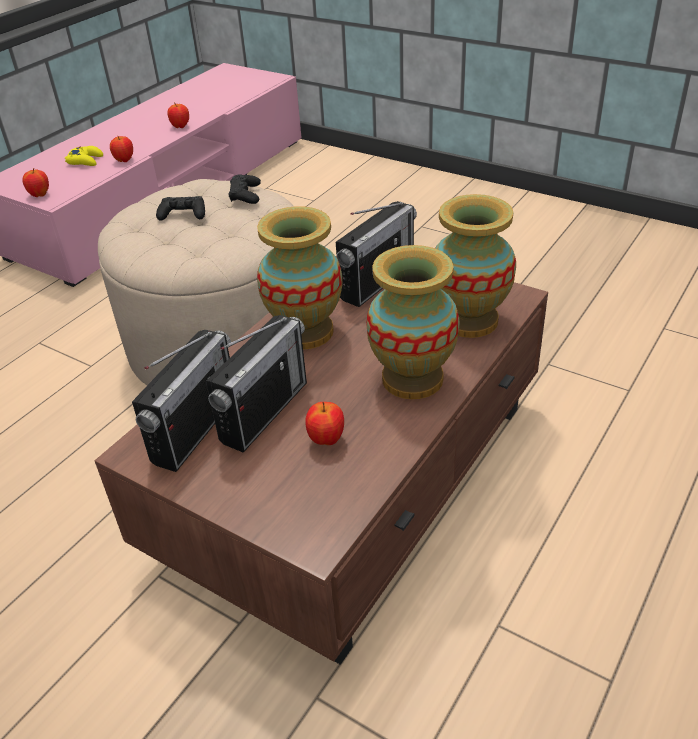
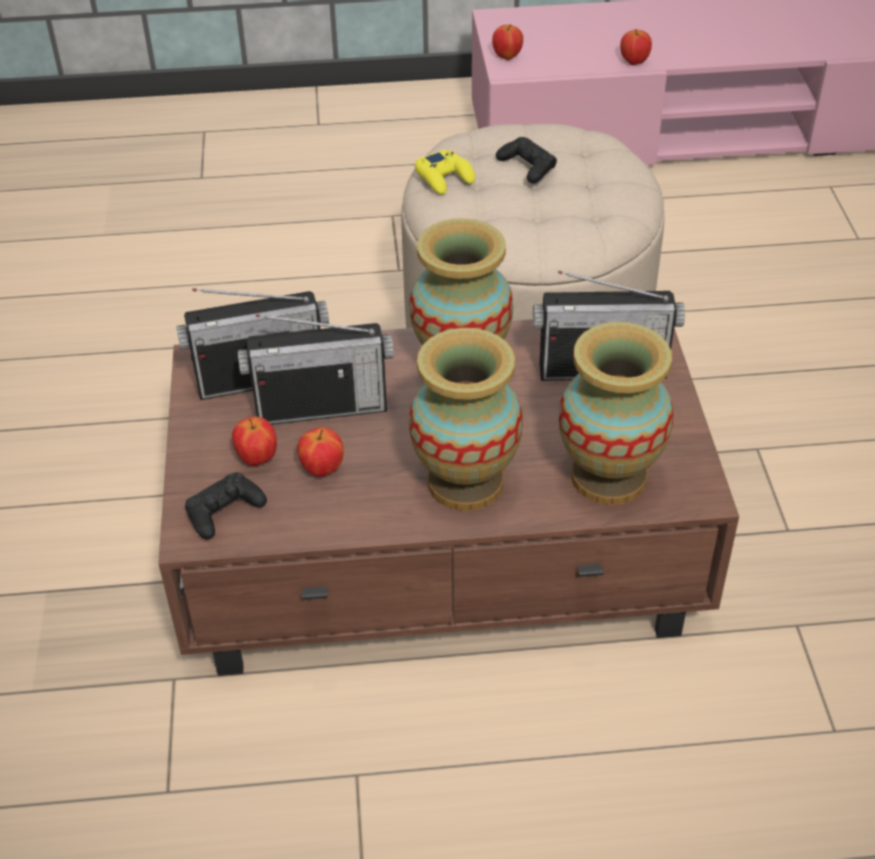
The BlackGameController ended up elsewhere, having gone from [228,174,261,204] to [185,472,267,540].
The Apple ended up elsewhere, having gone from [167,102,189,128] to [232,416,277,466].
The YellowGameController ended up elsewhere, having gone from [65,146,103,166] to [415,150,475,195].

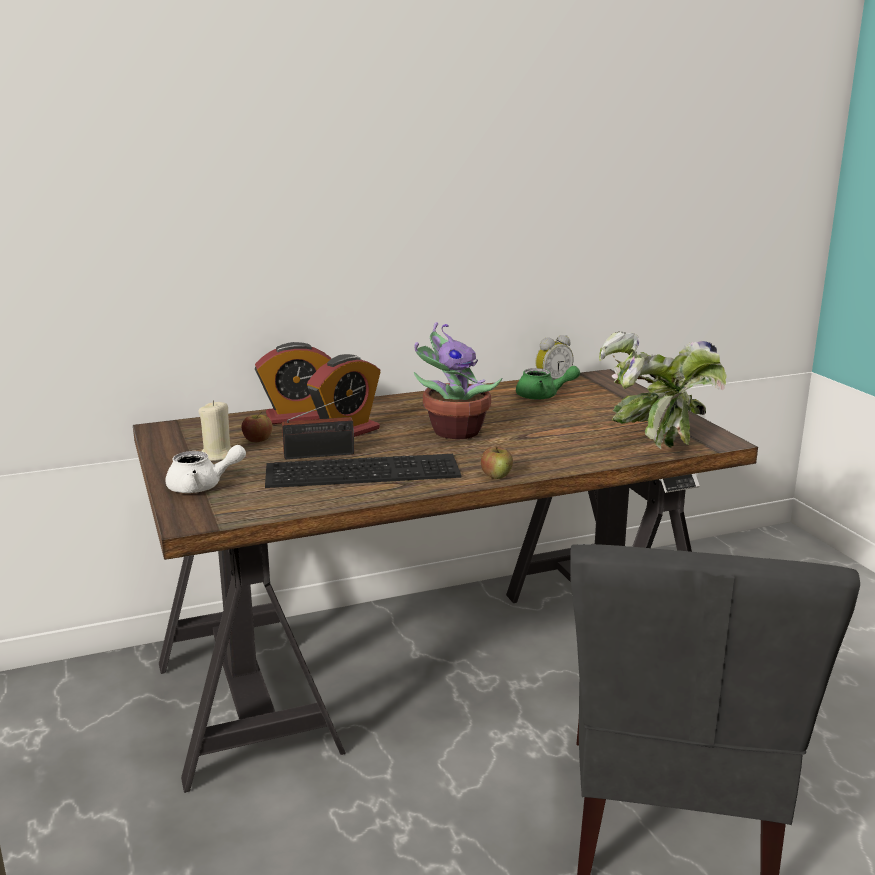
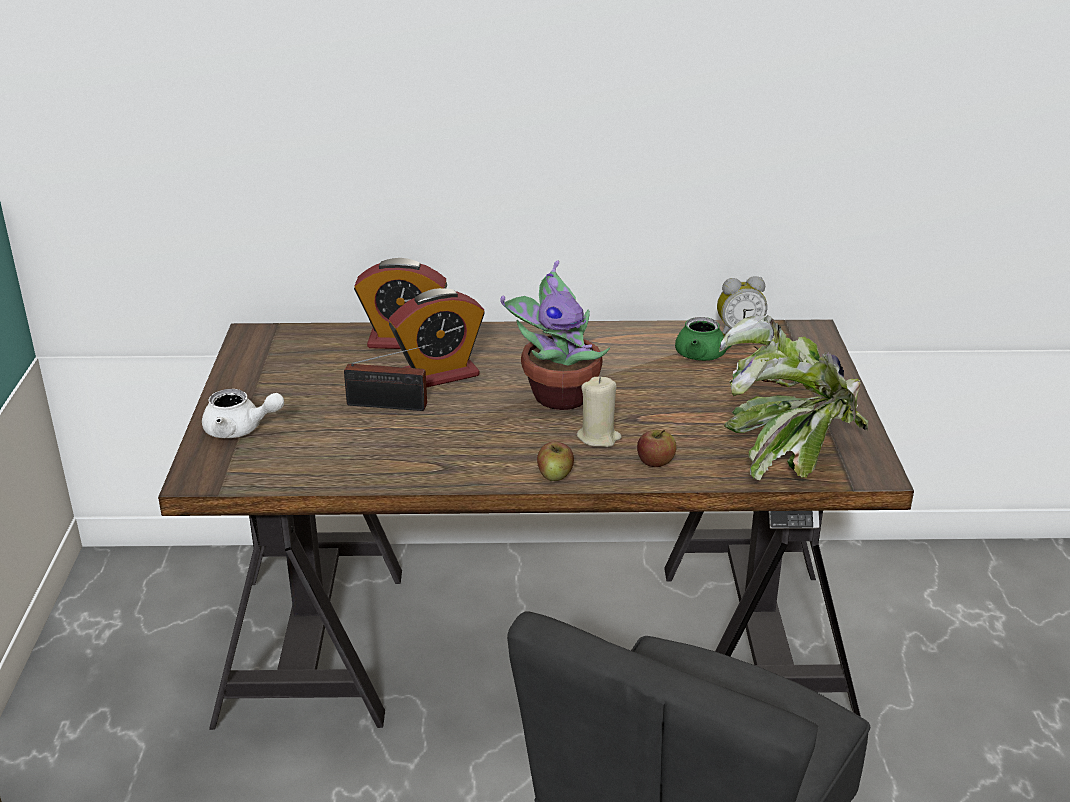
The BeigeCandle ended up elsewhere, having gone from [198,400,231,461] to [577,377,622,447].
The Apple ended up elsewhere, having gone from [242,412,273,442] to [637,430,677,467].
The second view lost the Keyboard at [265,454,461,488].

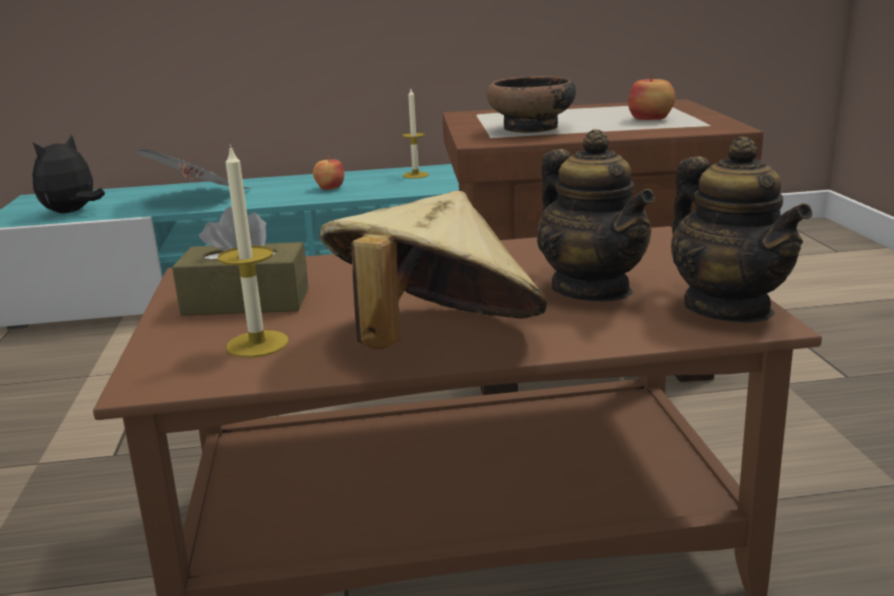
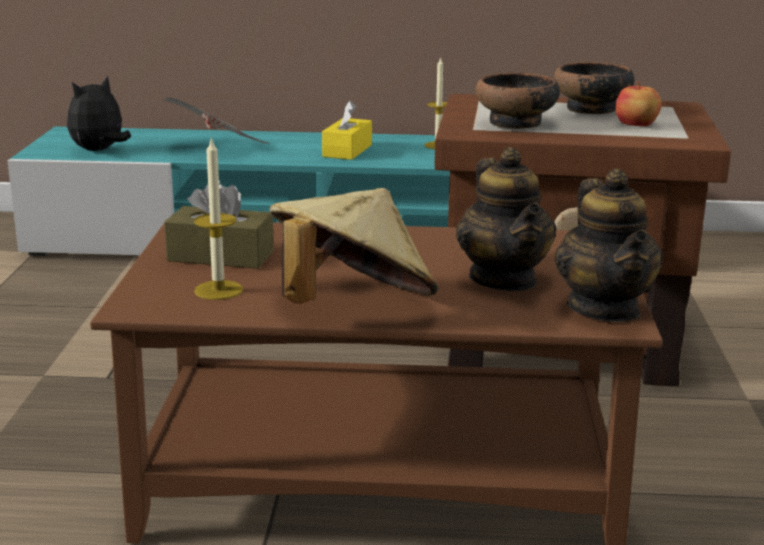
Where the Apple stood at [313,156,344,190], the YellowTissueBox came to stand at [322,101,372,160].
The second view gained the Bowl at [554,62,635,114].

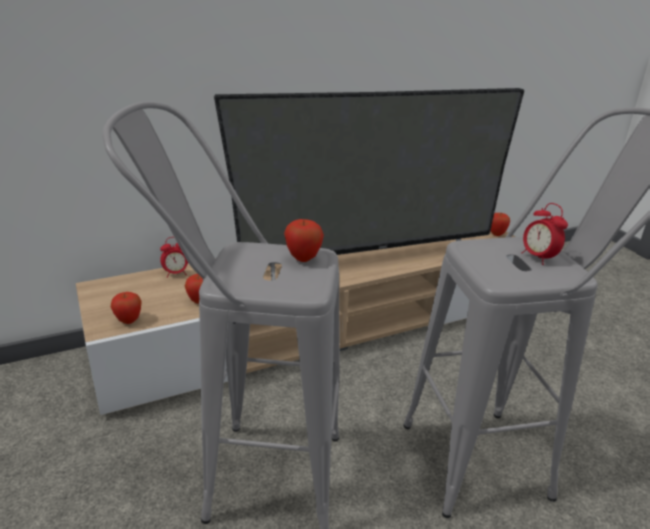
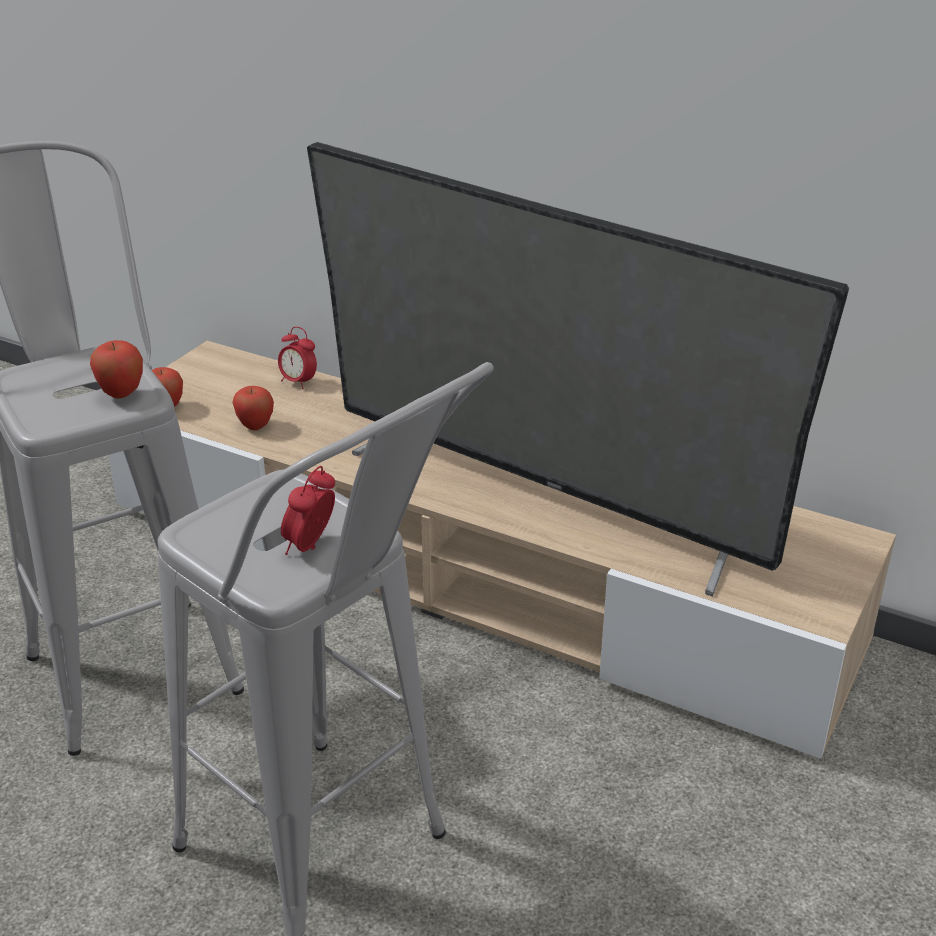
The second view lost the Apple at [490,213,510,236].

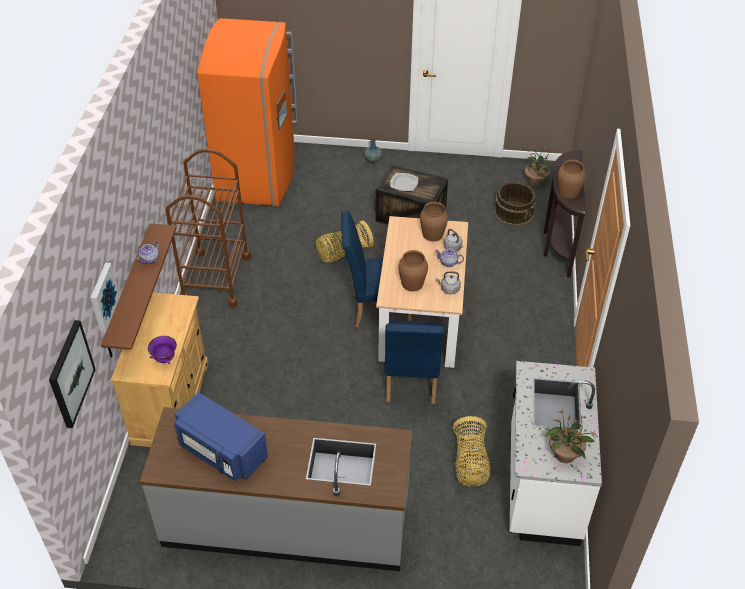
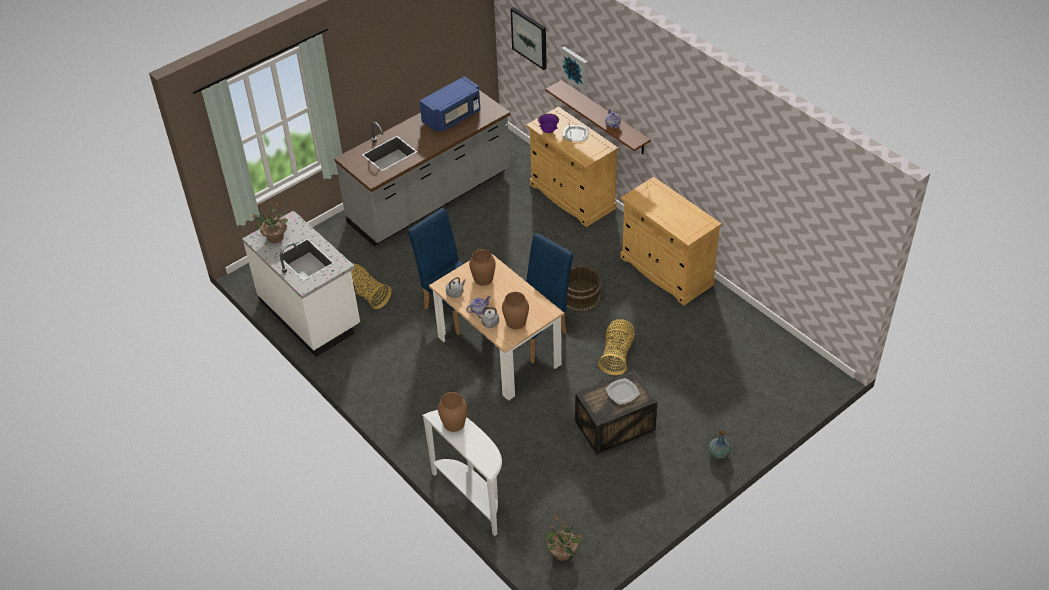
The BlueMicrowave at [174,392,268,482] ended up facing another way, 150 degrees clockwise from before.
What was the BrownConsoleTable at [544,150,585,277] turned into the WhiteConsoleTable at [422,410,502,536].
The second view gained the Plate at [563,125,589,142].
The BrownBucket ended up elsewhere, having gone from [494,182,536,226] to [567,266,601,311].
Where the BrownCart stood at [165,149,251,308], the BeigeCabinet came to stand at [620,177,722,305].
The second view lost the OrangeFridge at [197,18,298,206].

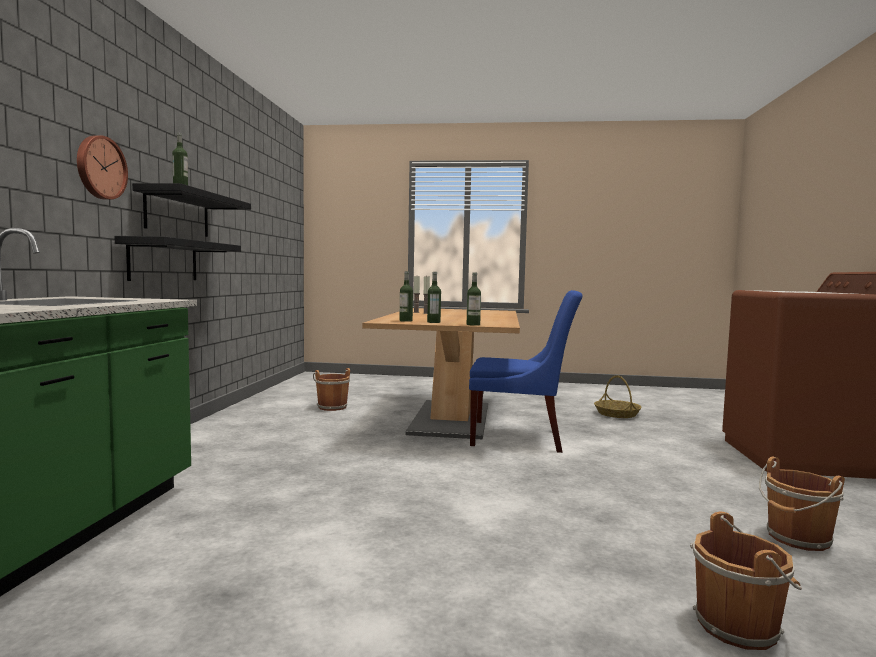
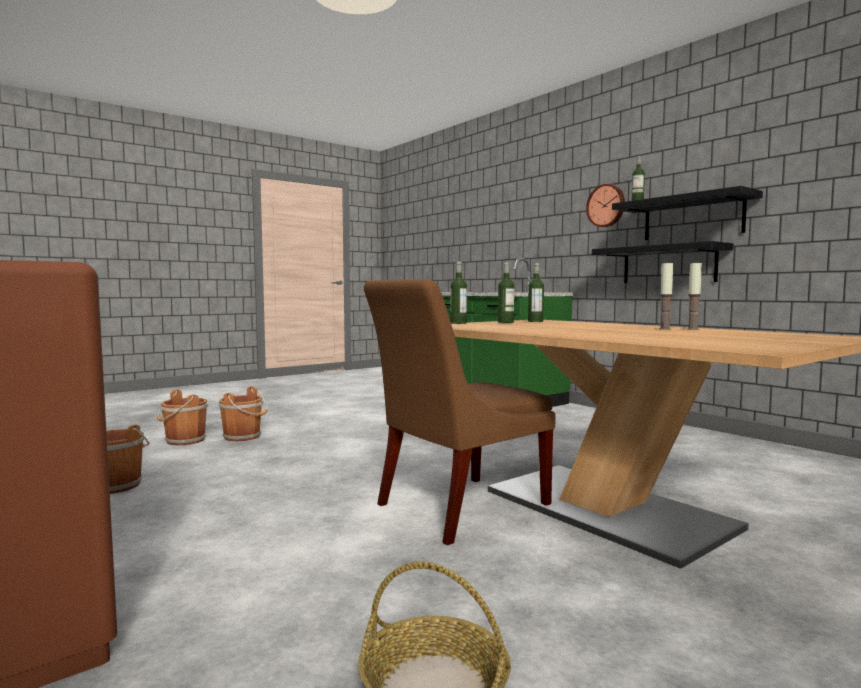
The BrownBucket ended up elsewhere, having gone from [313,368,350,411] to [219,386,268,441].
What was the BlueChair at [469,290,582,453] turned into the BrownChair at [364,279,556,545].

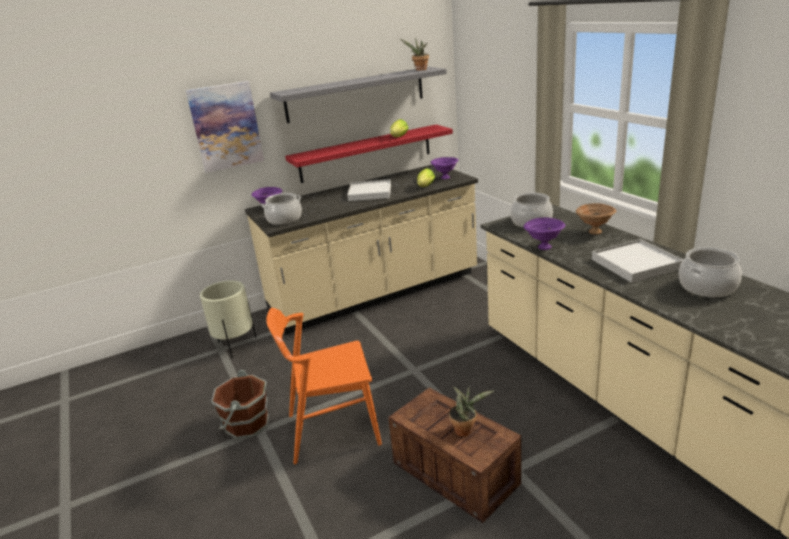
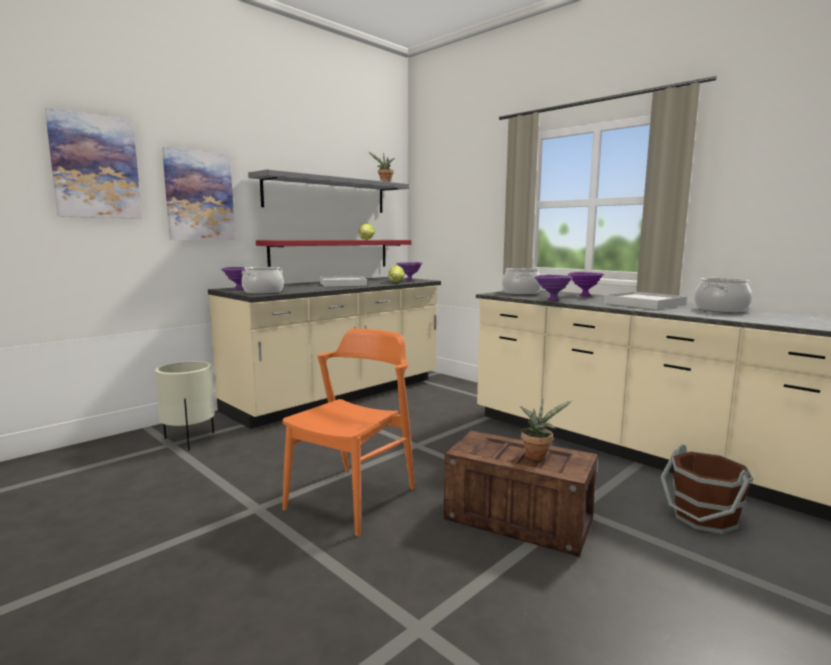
The second view gained the Picture at [45,107,142,219].
The OrangeChair at [266,308,382,464] ended up facing another way, 150 degrees clockwise from before.
What was the BrownBowl at [576,203,616,235] turned into the PurpleBowl at [568,272,604,296].
The BrownBucket ended up elsewhere, having gone from [211,370,269,439] to [660,444,754,534].

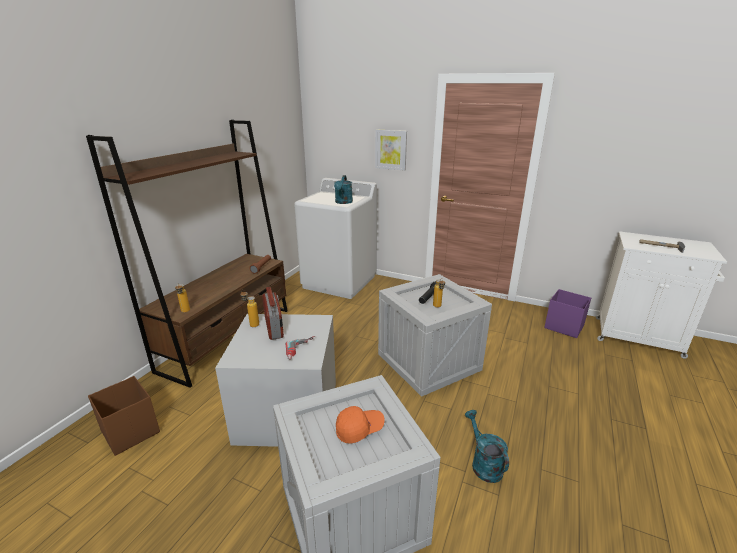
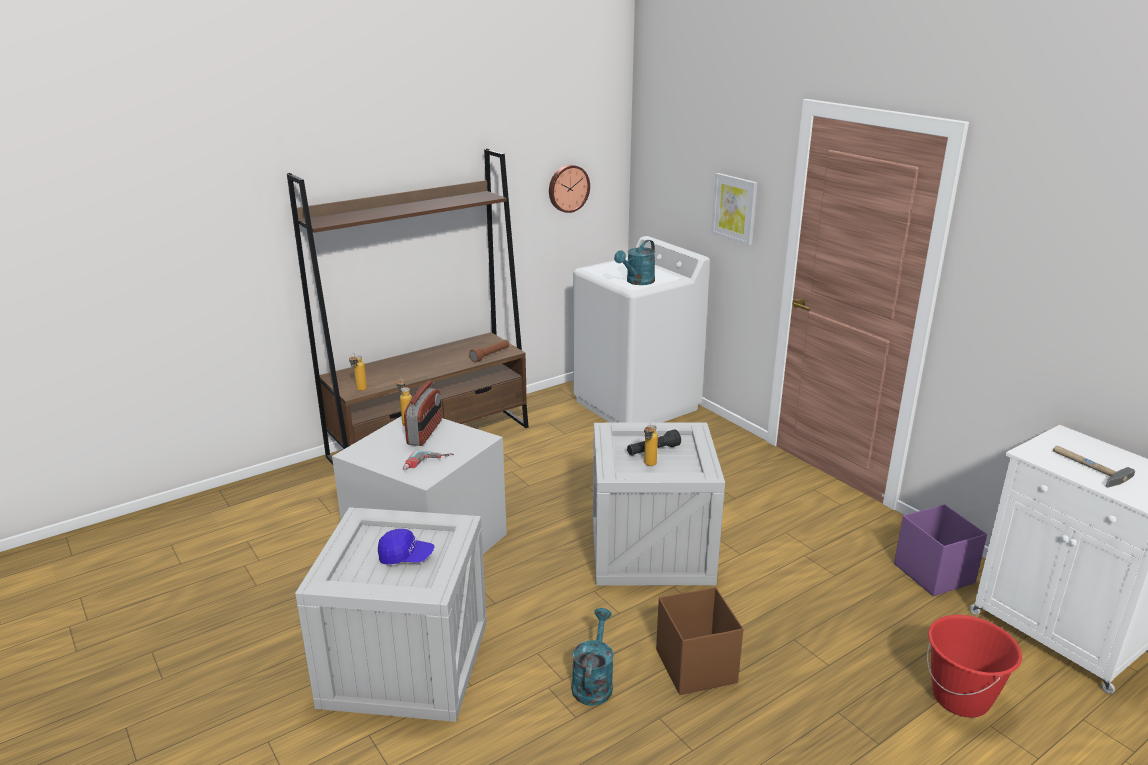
What was the OrangeCap at [336,406,385,443] turned into the BlueCap at [378,529,435,565].
The second view gained the WallClock at [549,165,590,213].
The BrownStorageBox ended up elsewhere, having gone from [88,376,160,456] to [656,587,743,695].
The second view gained the RedBucket at [927,615,1022,717].

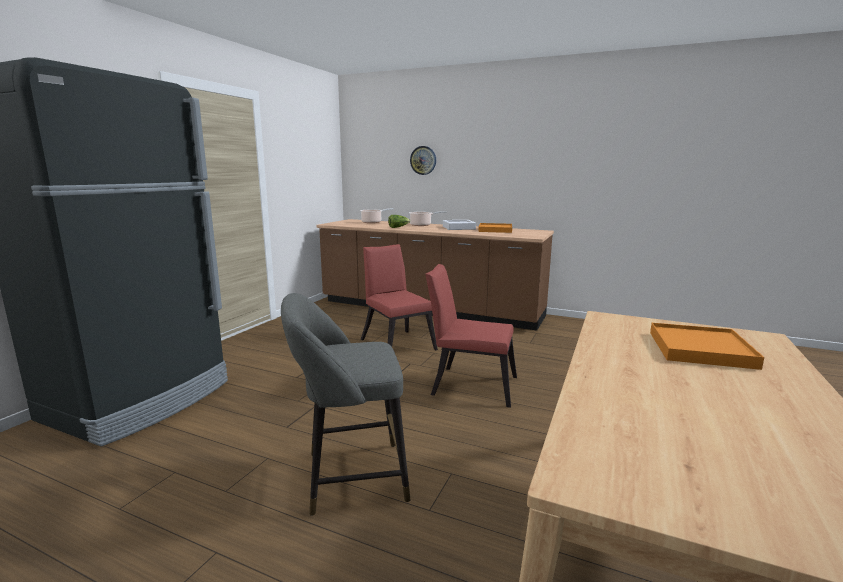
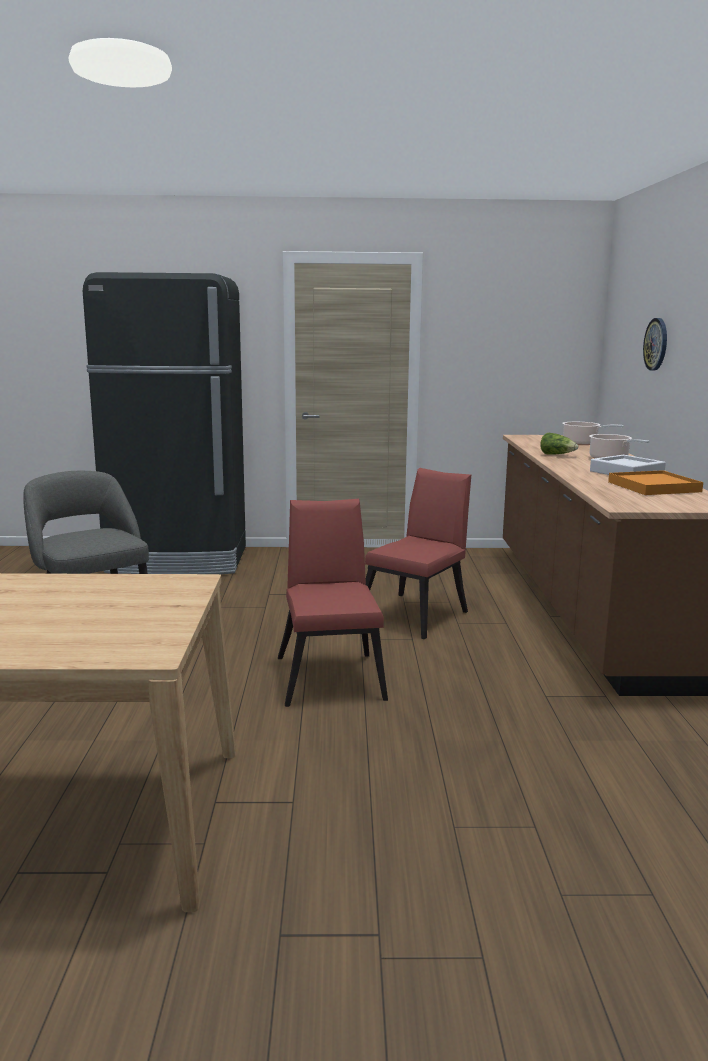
The second view lost the OrangeTray at [650,323,764,370].

